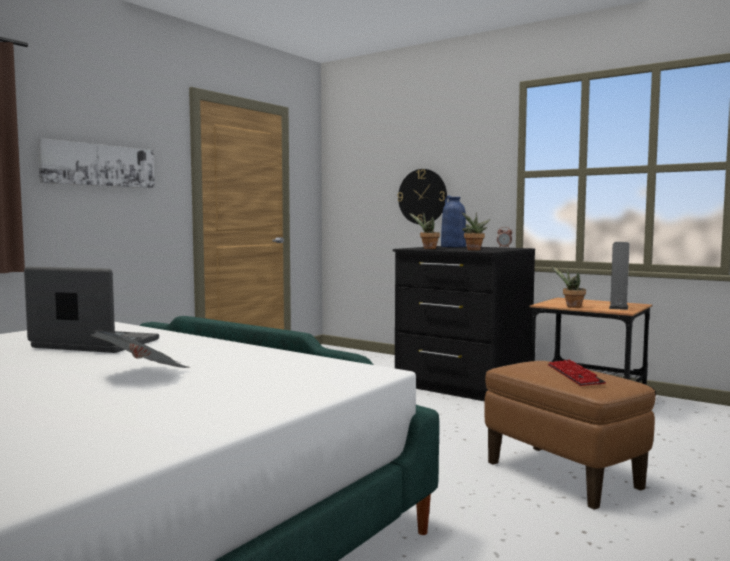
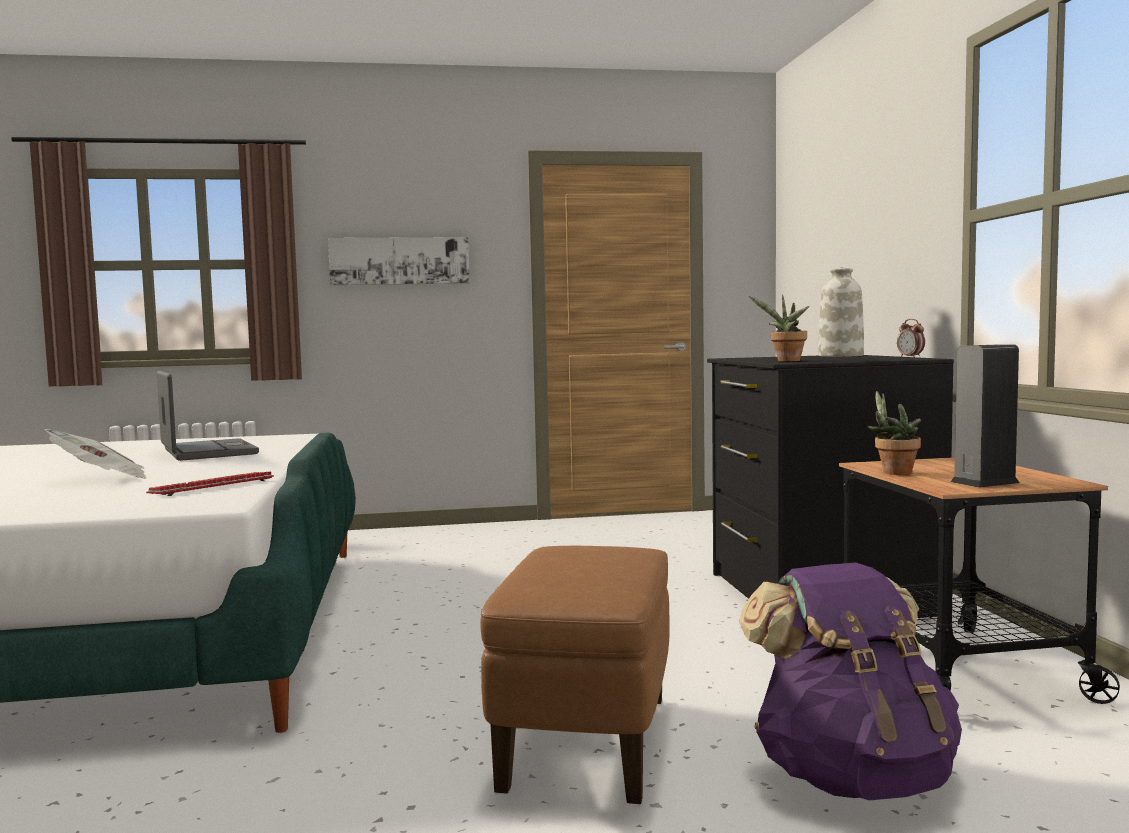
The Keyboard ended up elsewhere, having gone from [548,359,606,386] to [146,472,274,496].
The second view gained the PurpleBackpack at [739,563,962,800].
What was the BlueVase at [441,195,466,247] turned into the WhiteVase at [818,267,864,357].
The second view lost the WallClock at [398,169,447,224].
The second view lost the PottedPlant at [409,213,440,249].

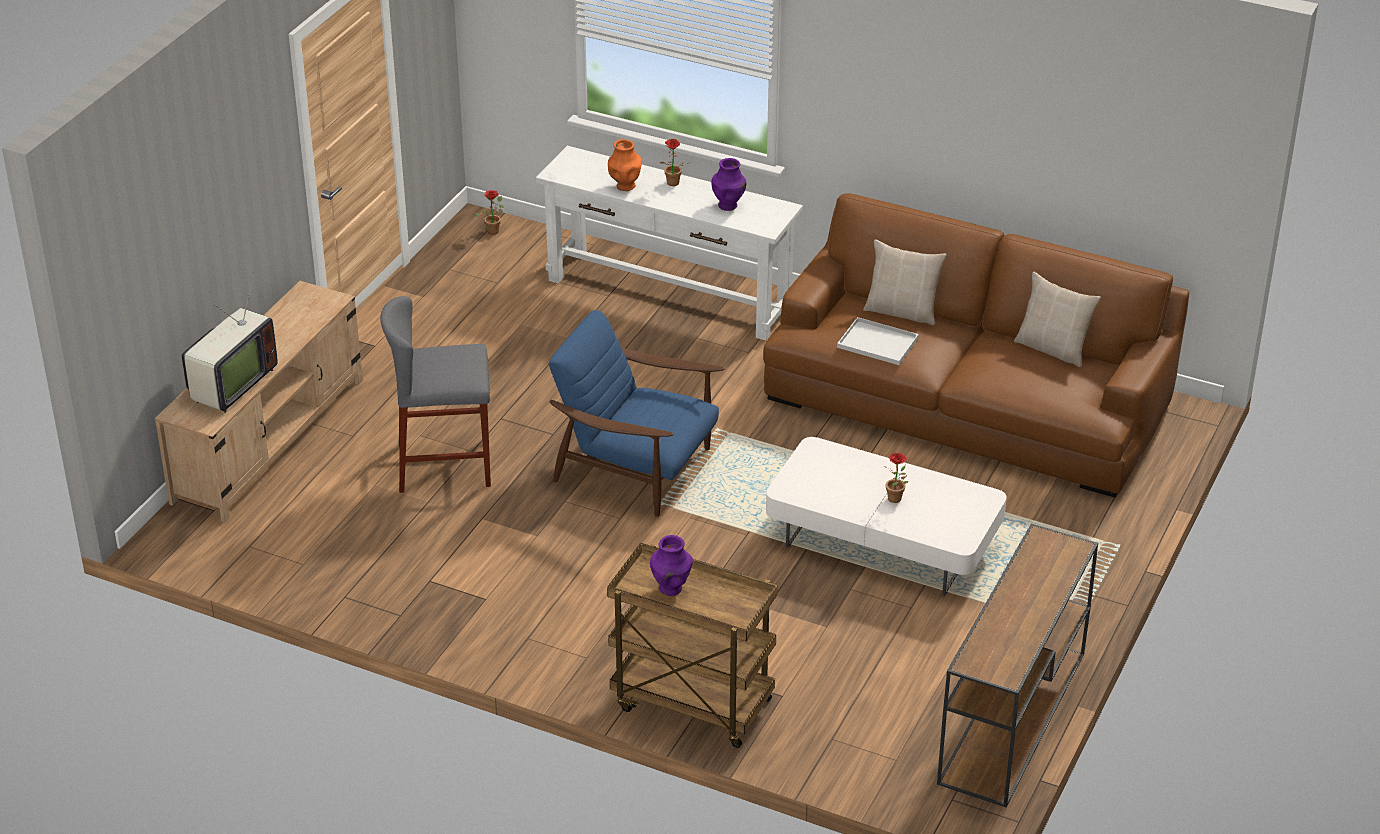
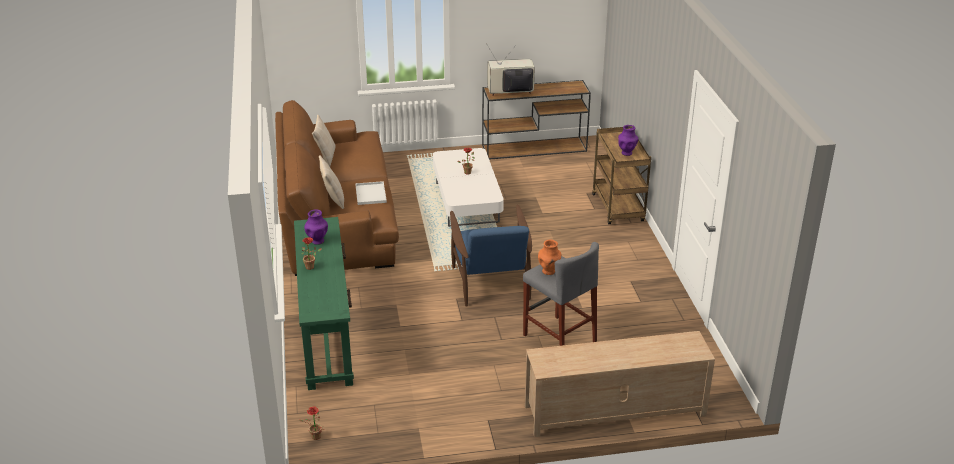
What was the WhiteConsoleTable at [536,146,803,340] turned into the GreenConsoleTable at [294,217,354,390].
The Television ended up elsewhere, having gone from [182,271,278,413] to [487,45,535,96].
The OrangeVase ended up elsewhere, having gone from [608,139,642,191] to [538,240,561,275].

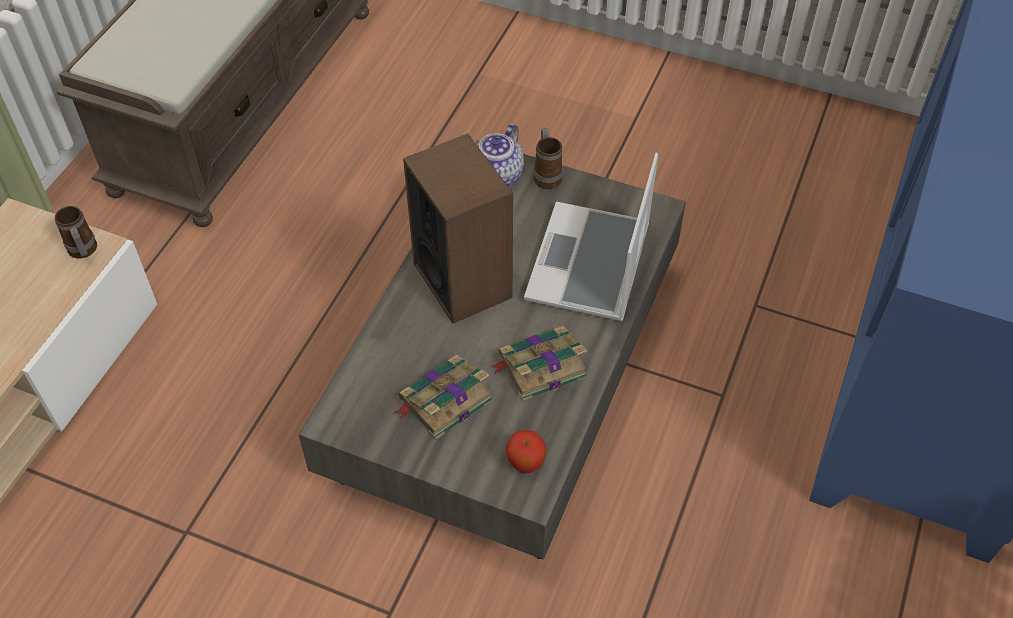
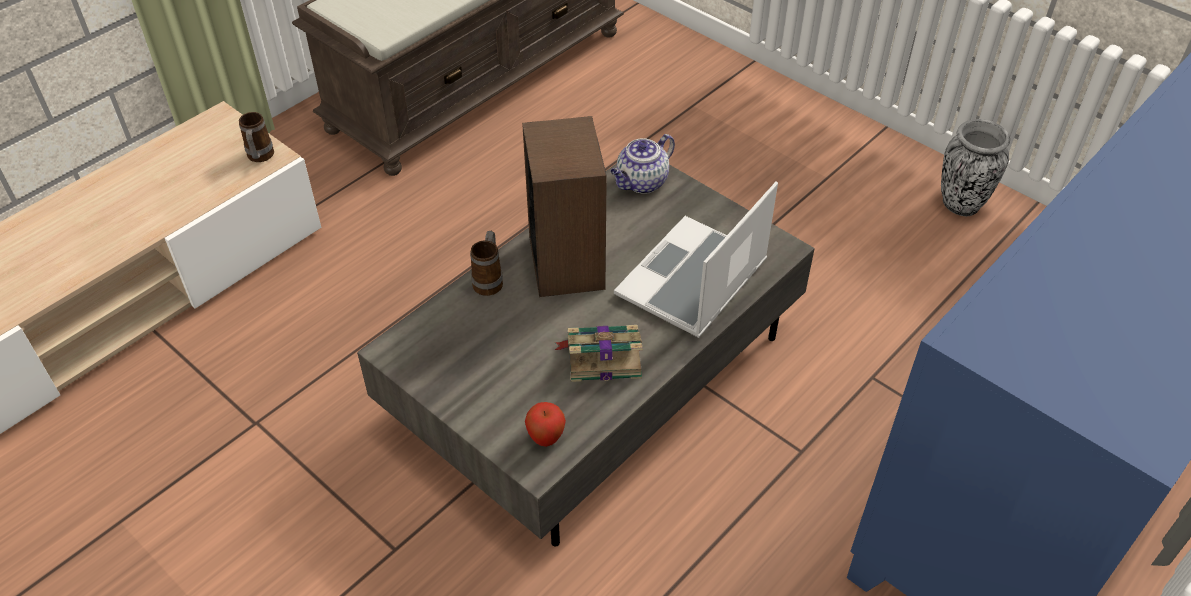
The Mug ended up elsewhere, having gone from [534,128,563,189] to [470,231,503,296].
The second view gained the Vase at [941,119,1010,216].
The second view lost the Book at [394,355,493,439].

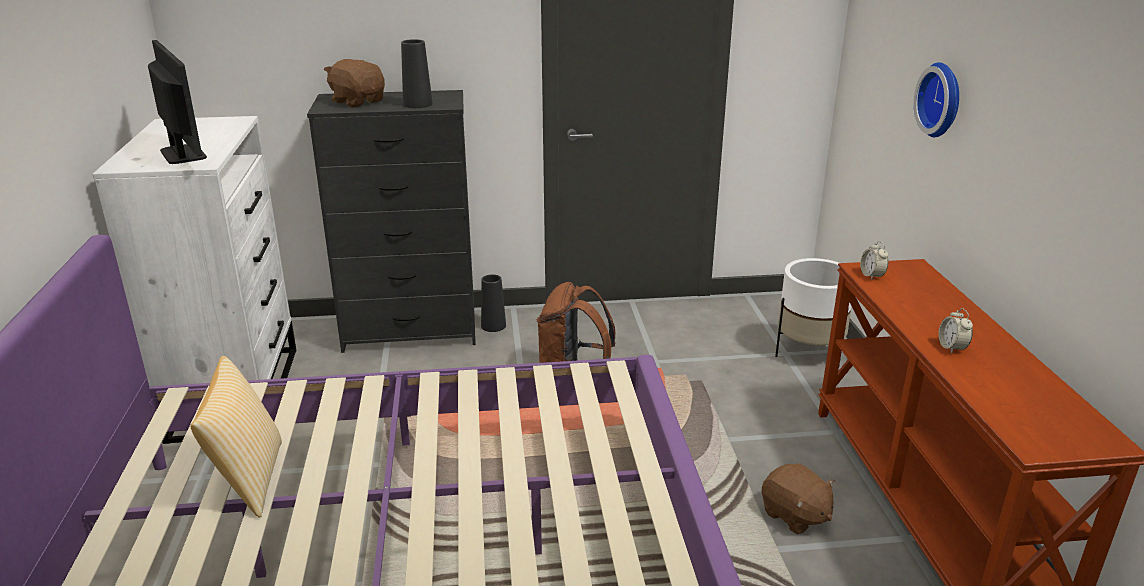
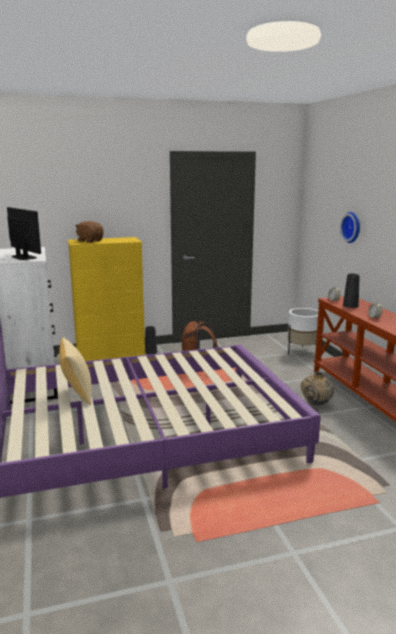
What was the BlackDresser at [307,90,476,353] turned into the YellowDresser at [68,237,145,361].
Where the BrownPlushToy stood at [762,463,835,535], the BeigeVase came to stand at [301,371,334,406].
The BlackVase ended up elsewhere, having gone from [401,39,433,108] to [343,274,360,308].

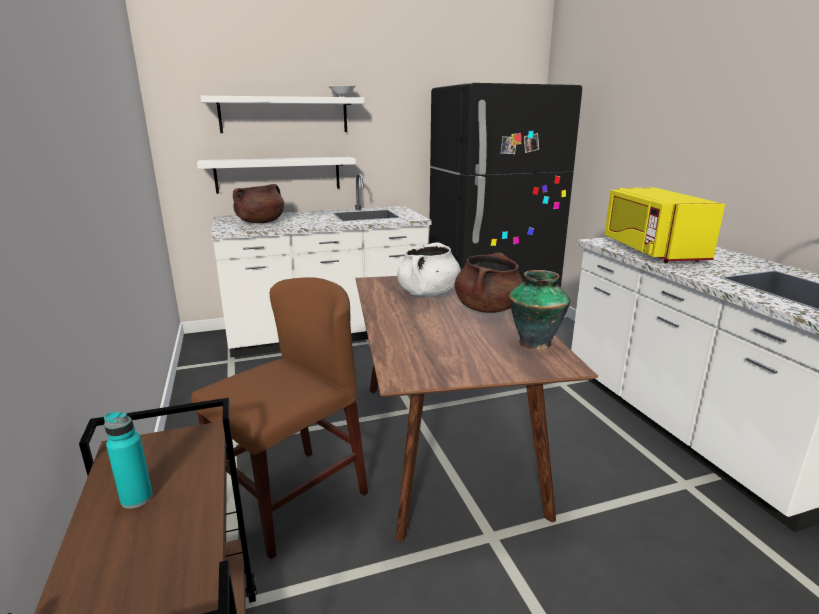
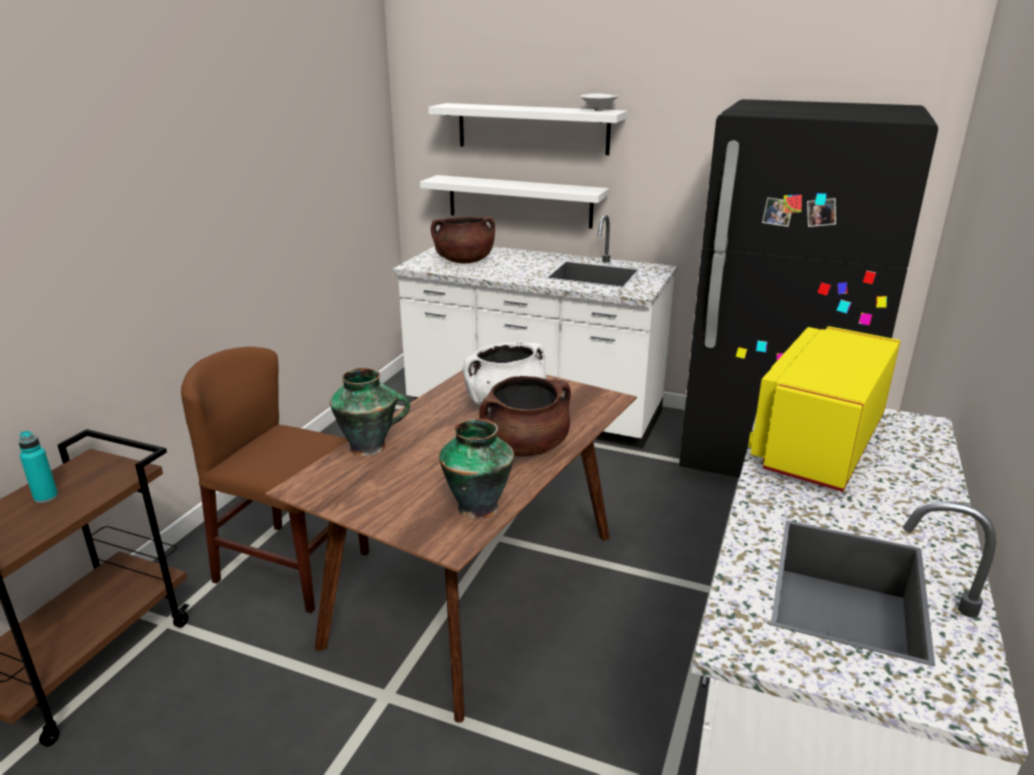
The BrownChair at [191,277,368,559] ended up facing another way, 150 degrees counterclockwise from before.
The second view gained the Vase at [330,368,410,456].

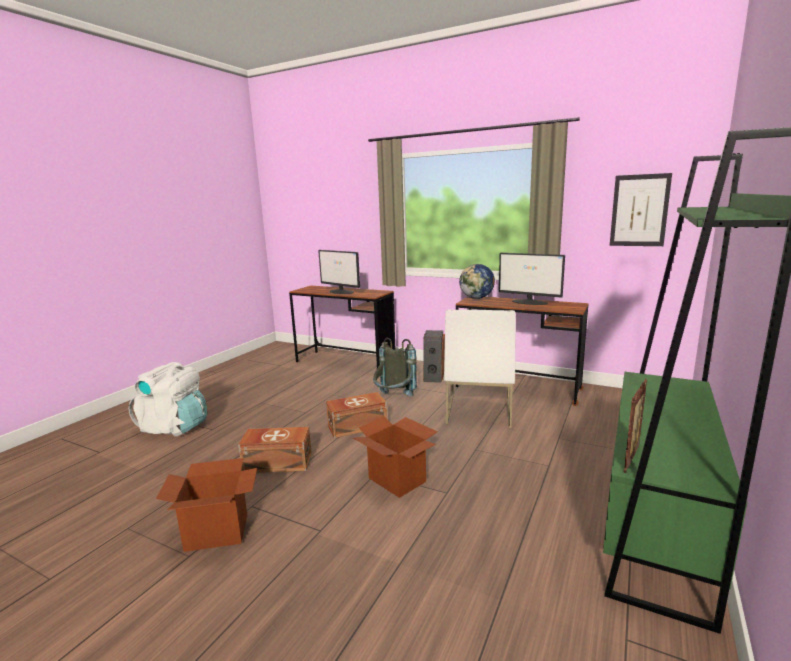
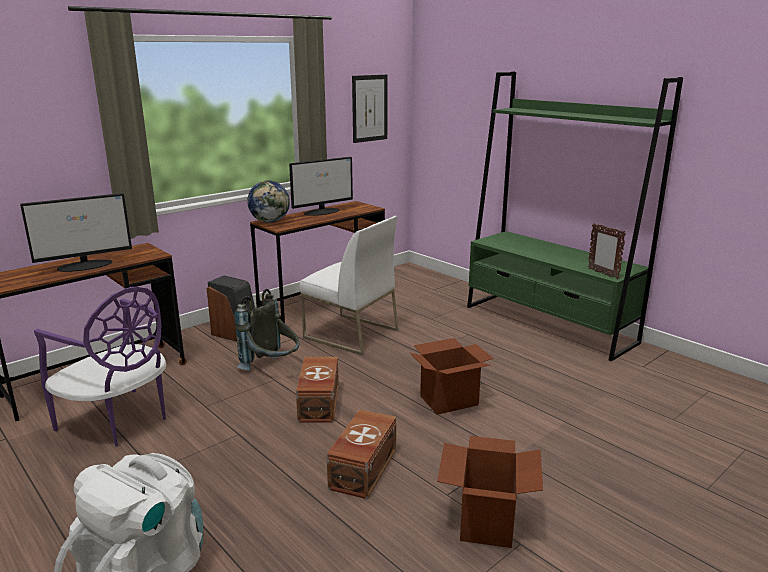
The second view gained the PurpleChair at [34,287,166,447].

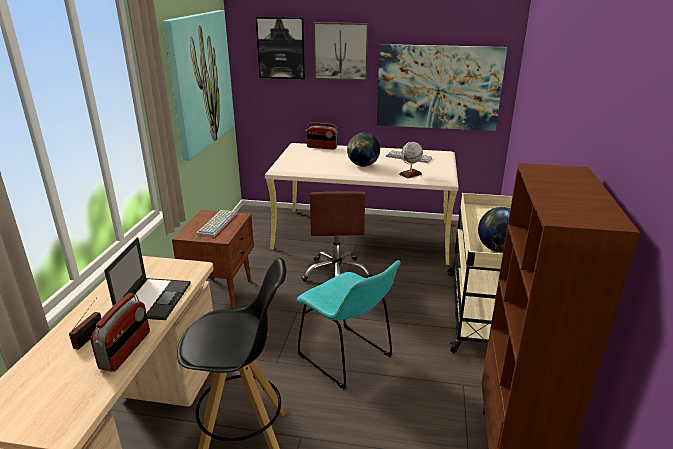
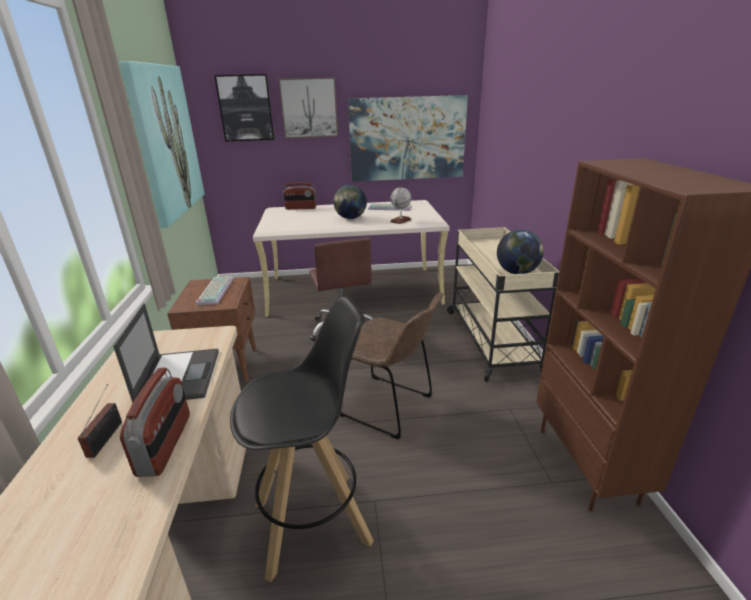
What was the TurquoiseChair at [297,260,400,389] turned into the BrownChair at [340,292,443,439].

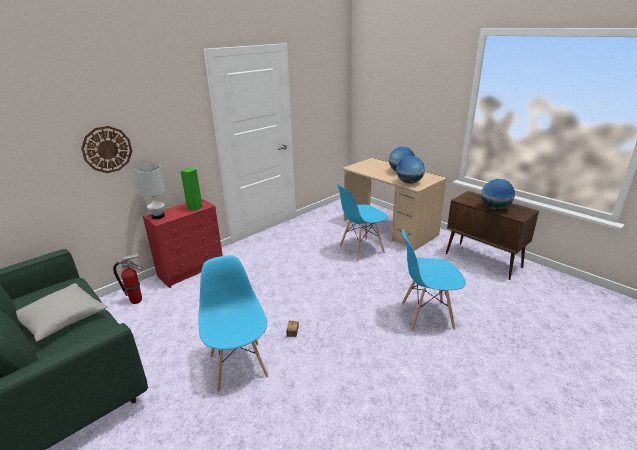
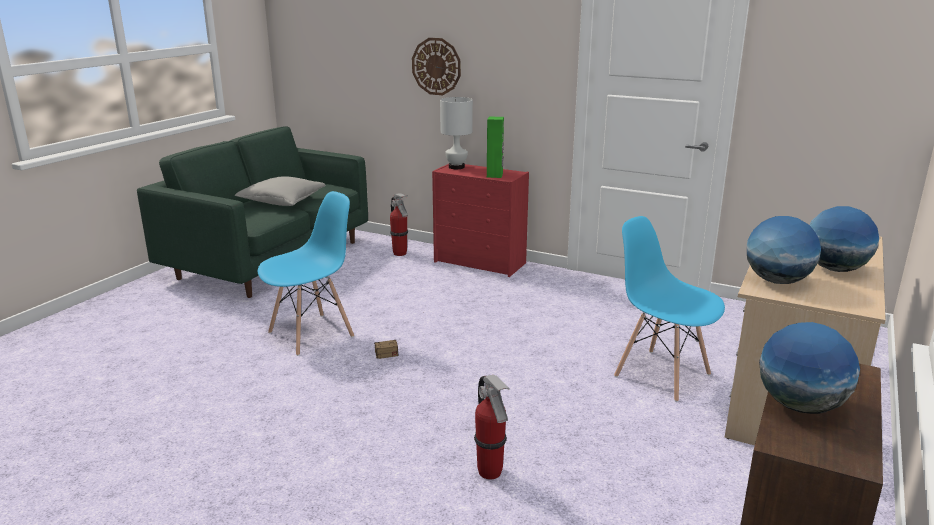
Where the BlueChair stood at [402,229,466,332], the FireExtinguisher came to stand at [474,375,510,479].

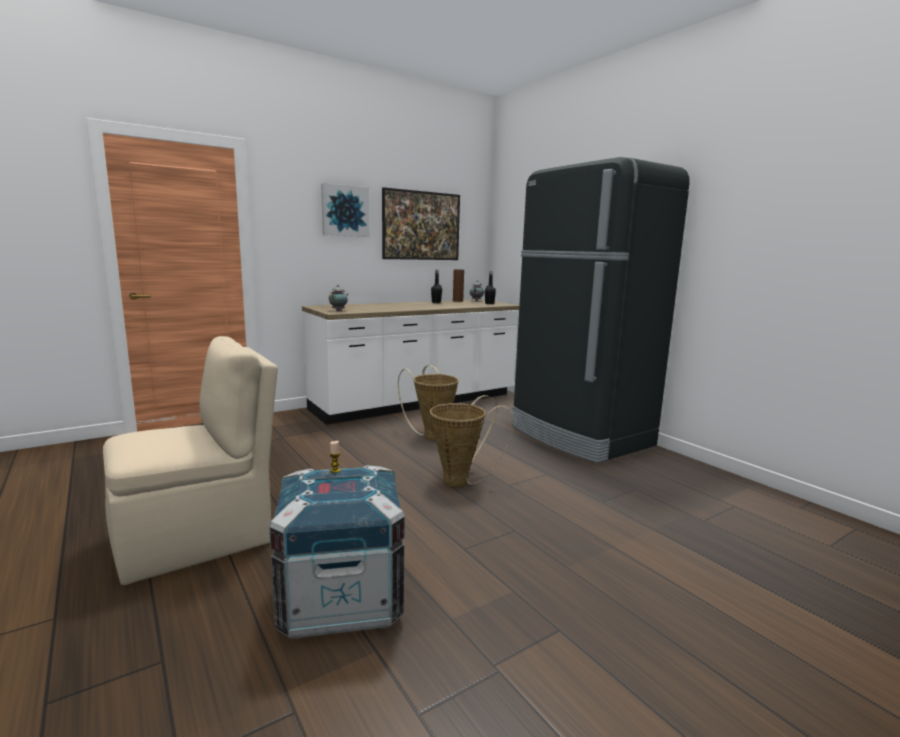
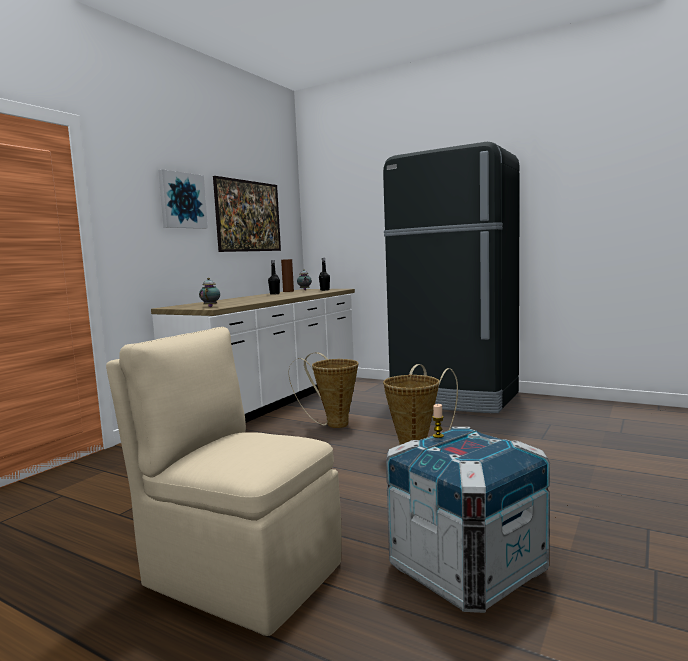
The BeigeChair at [103,336,278,585] ended up facing another way, 90 degrees counterclockwise from before.

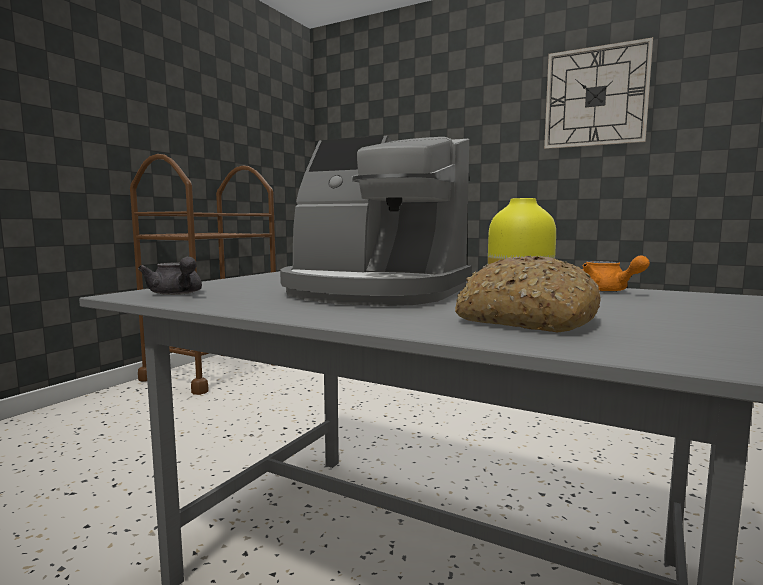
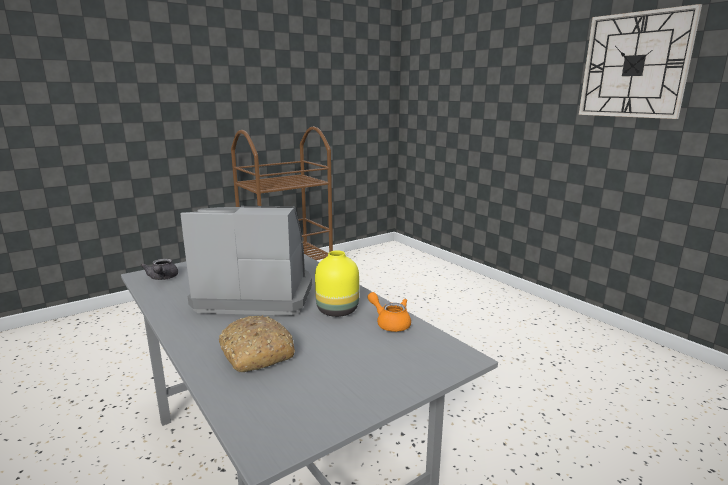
The CoffeeMachine at [280,136,472,306] ended up facing another way, 135 degrees clockwise from before.
The OrangeTeapot at [582,255,650,292] ended up facing another way, 135 degrees clockwise from before.

